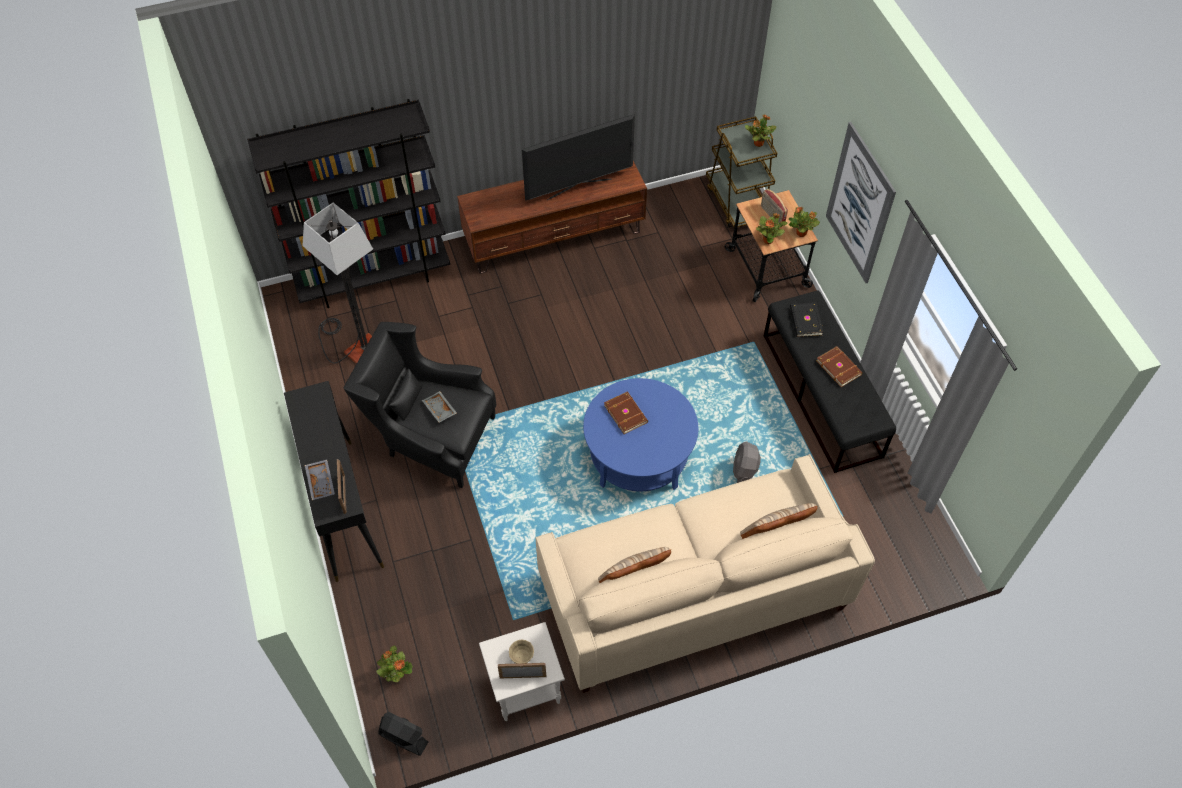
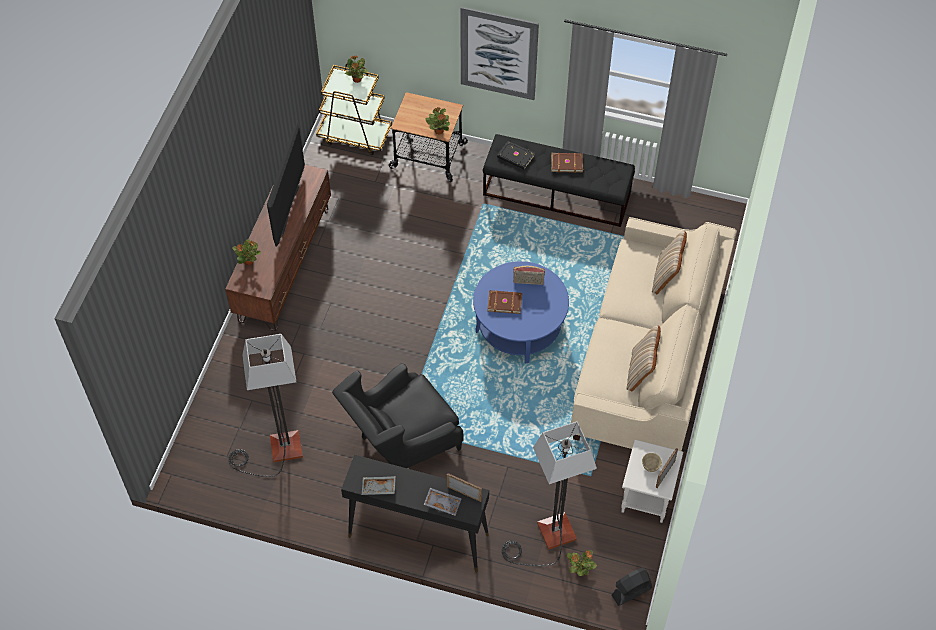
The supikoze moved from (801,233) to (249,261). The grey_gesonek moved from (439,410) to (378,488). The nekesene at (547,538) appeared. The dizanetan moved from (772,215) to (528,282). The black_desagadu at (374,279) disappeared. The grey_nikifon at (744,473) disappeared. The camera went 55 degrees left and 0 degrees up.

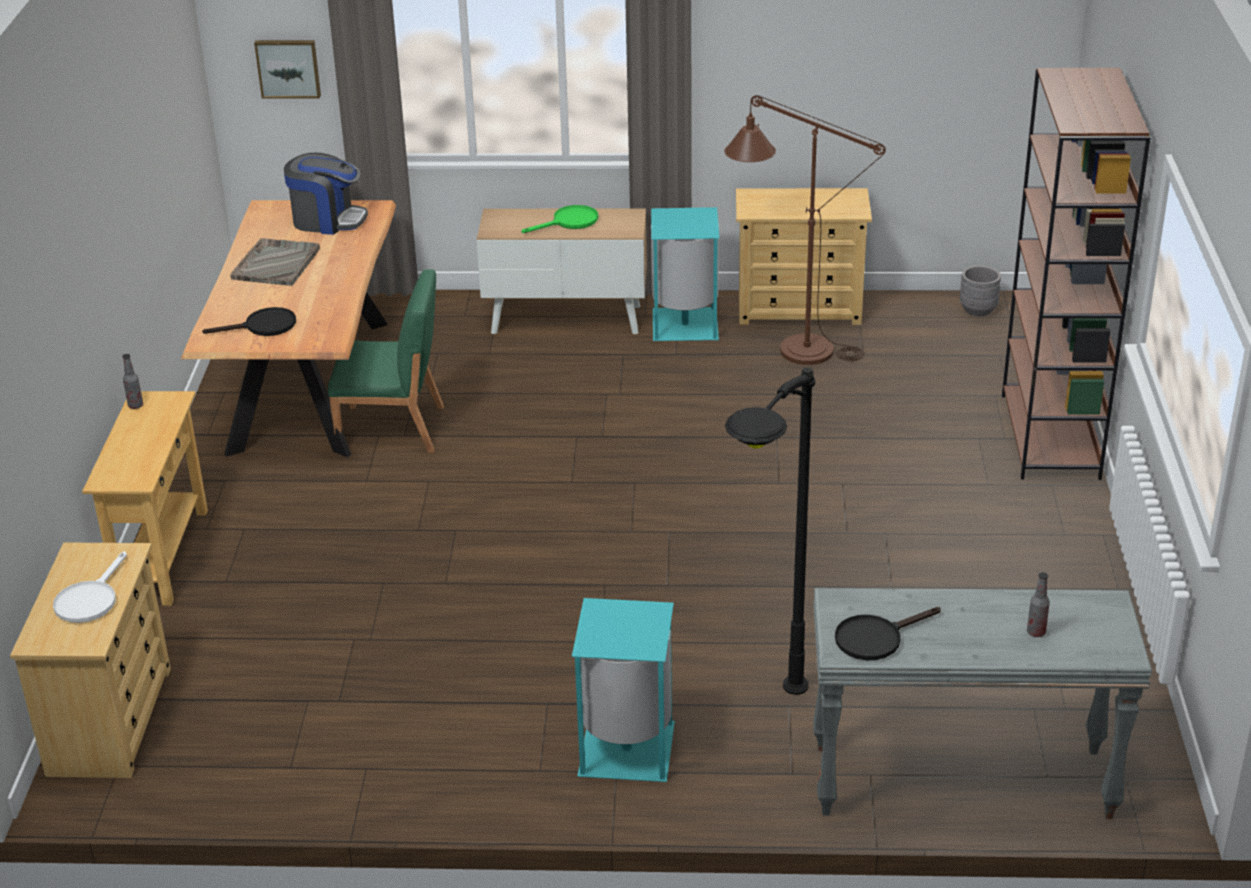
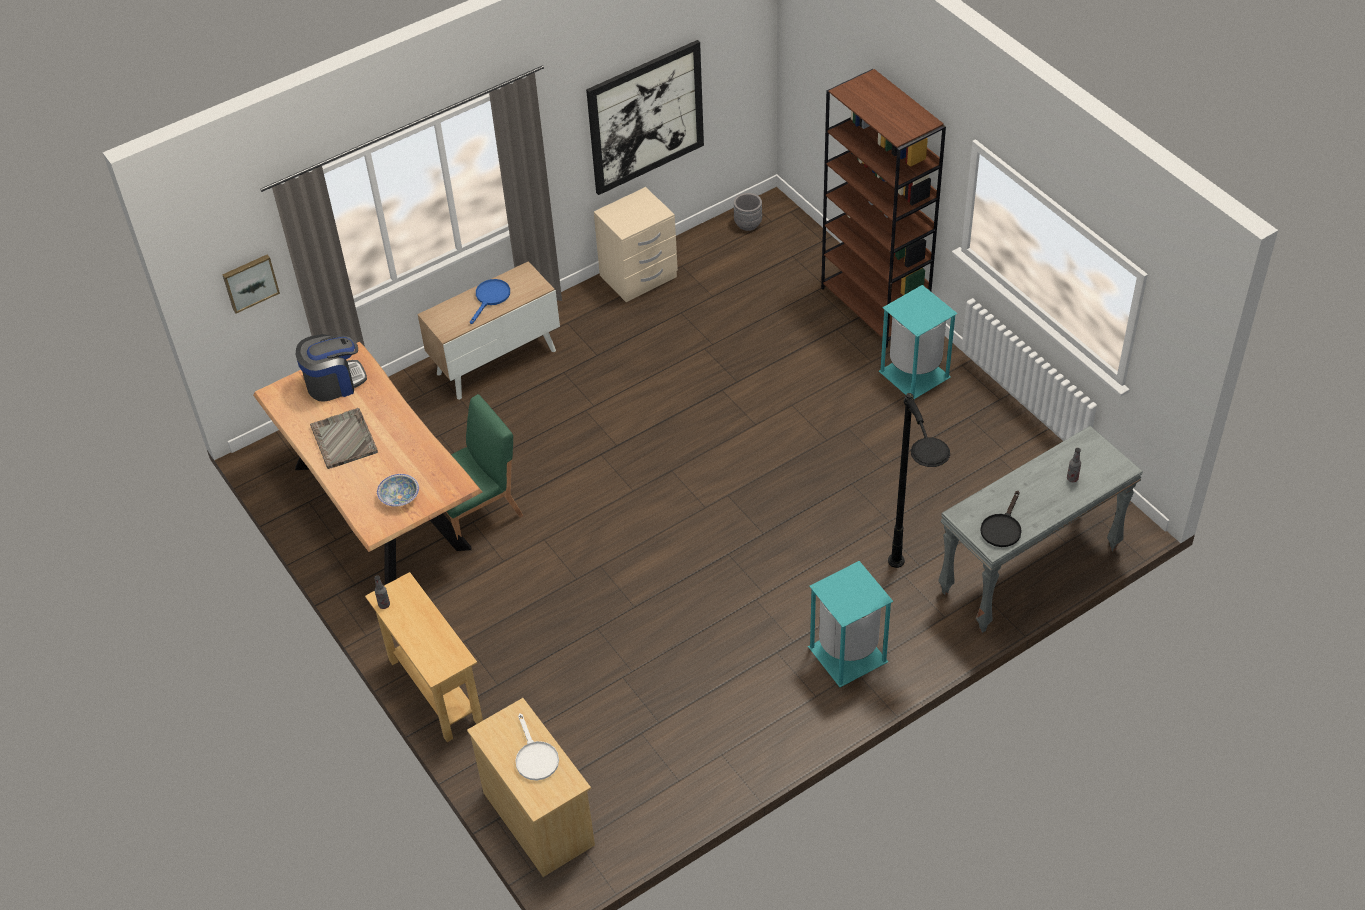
The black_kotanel at (263,326) was replaced by the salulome at (399,497). The green_kotanel at (570,222) became the blue_kotanel at (491,298). The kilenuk at (646,117) appeared. The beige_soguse at (800,309) was replaced by the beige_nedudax at (639,277). The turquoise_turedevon moved from (683,325) to (914,375). The brown_nekesene at (790,349) disappeared. The camera went 35 degrees left and 15 degrees up.

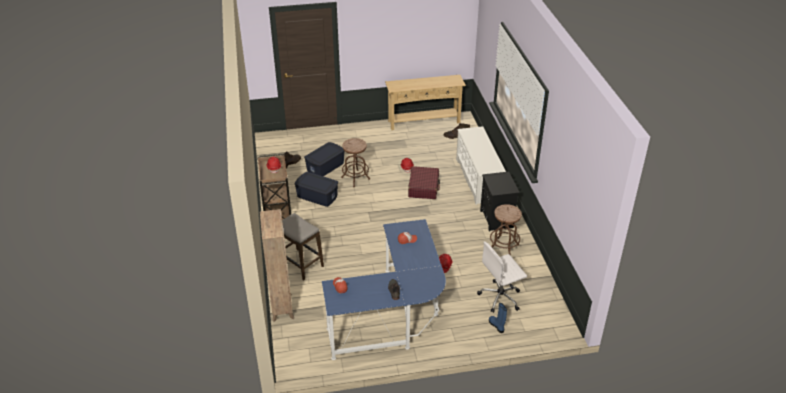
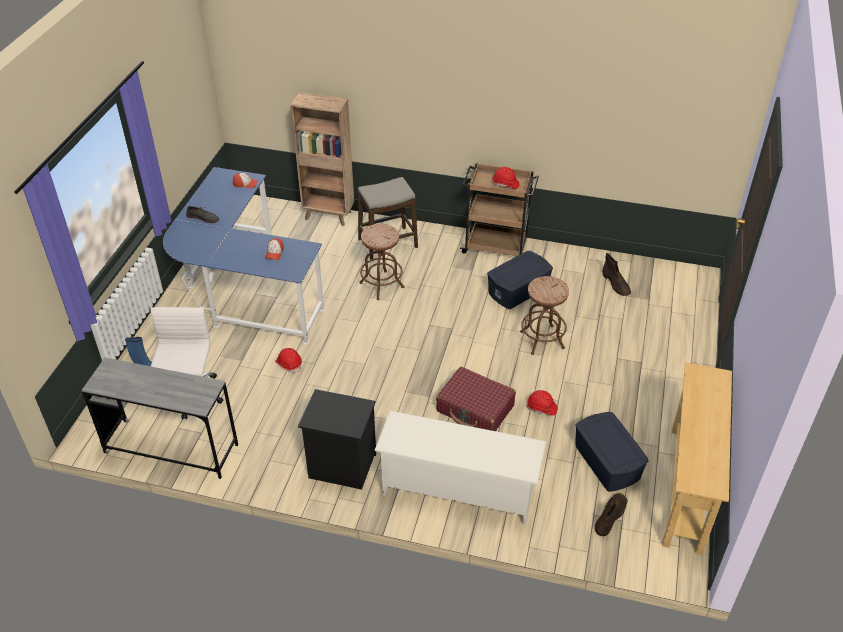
The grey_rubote at (171,449) appeared. The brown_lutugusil moved from (503,248) to (381,285). The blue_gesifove moved from (325,167) to (606,462). The camera went 115 degrees right and 5 degrees up.

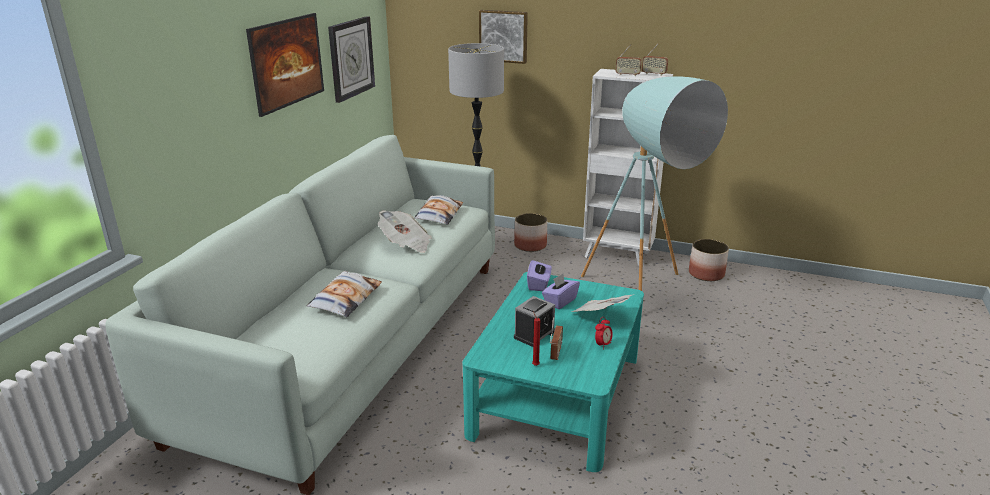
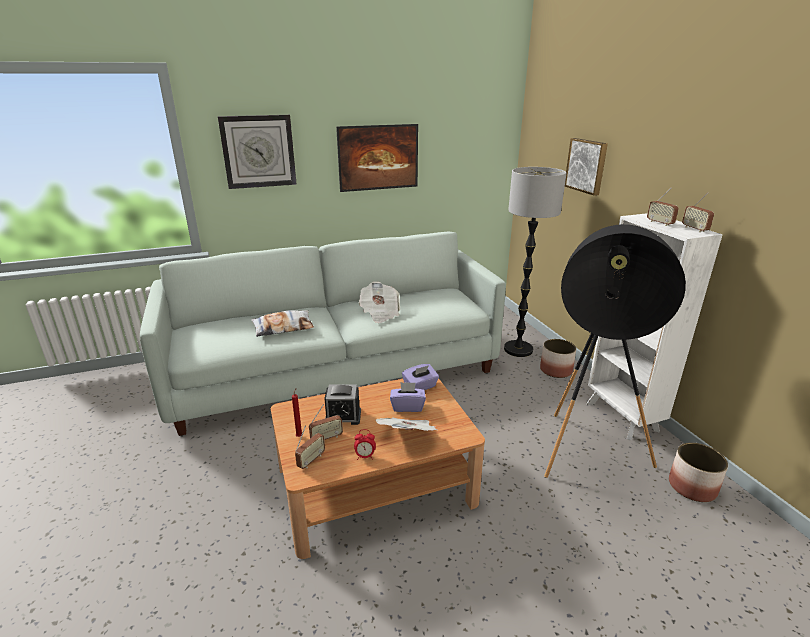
The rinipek moved from (351,58) to (258,151). The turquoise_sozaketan at (556,394) became the brown_sozaketan at (375,484). The dizanetan at (311,460) appeared. The turquoise_nekesene at (644,297) became the black_nekesene at (581,465). The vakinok at (438,215) disappeared. The camera went 50 degrees right and 0 degrees up.

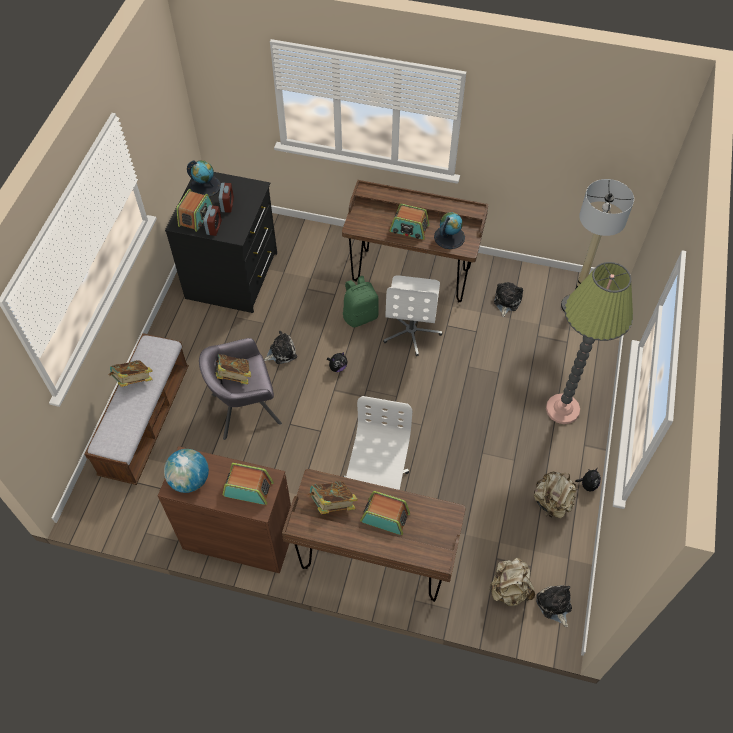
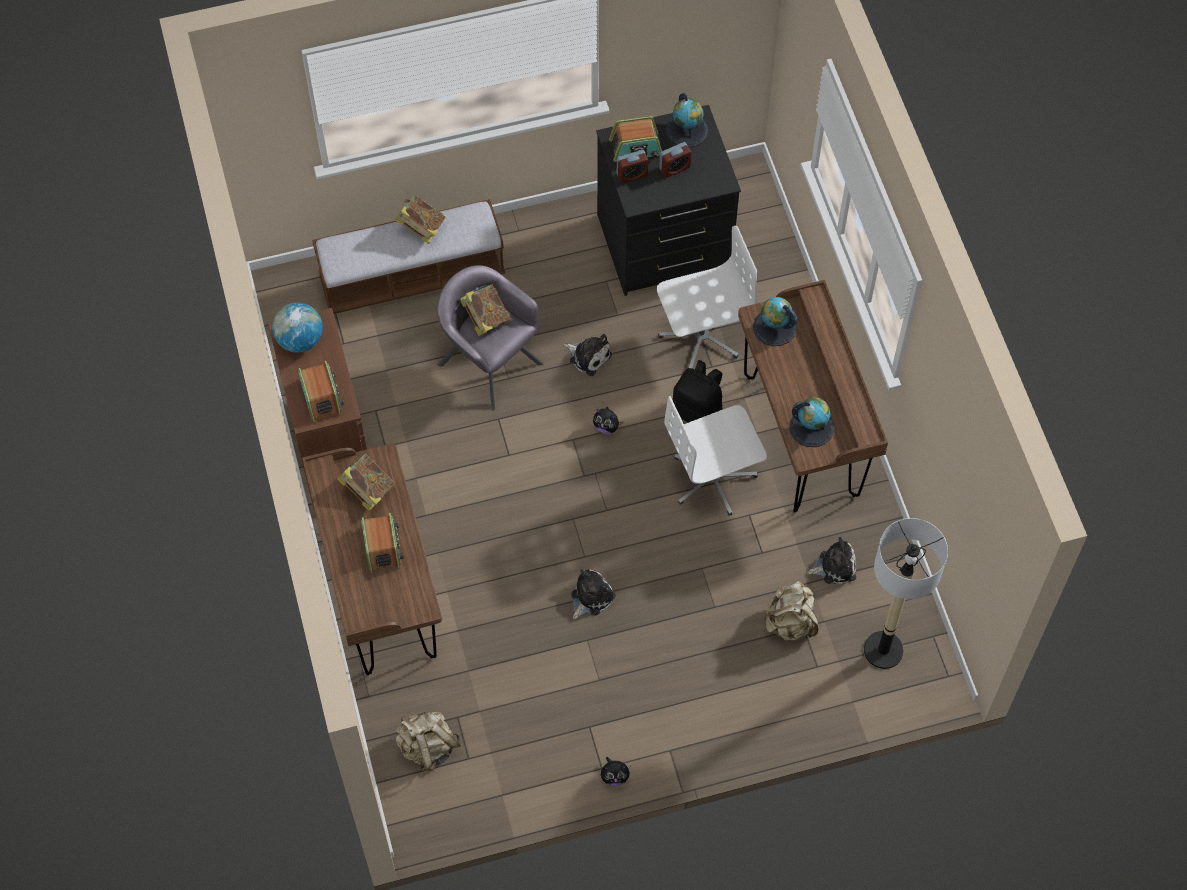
The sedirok moved from (554,605) to (590,597). The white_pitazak moved from (376,485) to (700,336). The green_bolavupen at (360,316) became the black_bolavupen at (698,411). The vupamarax at (774,327) appeared. The beige_bolavupen moved from (552,502) to (790,622). The dizanetan at (409,229) disappeared. The nekesene at (562,409) disappeared. The camera went 60 degrees right and 5 degrees up.

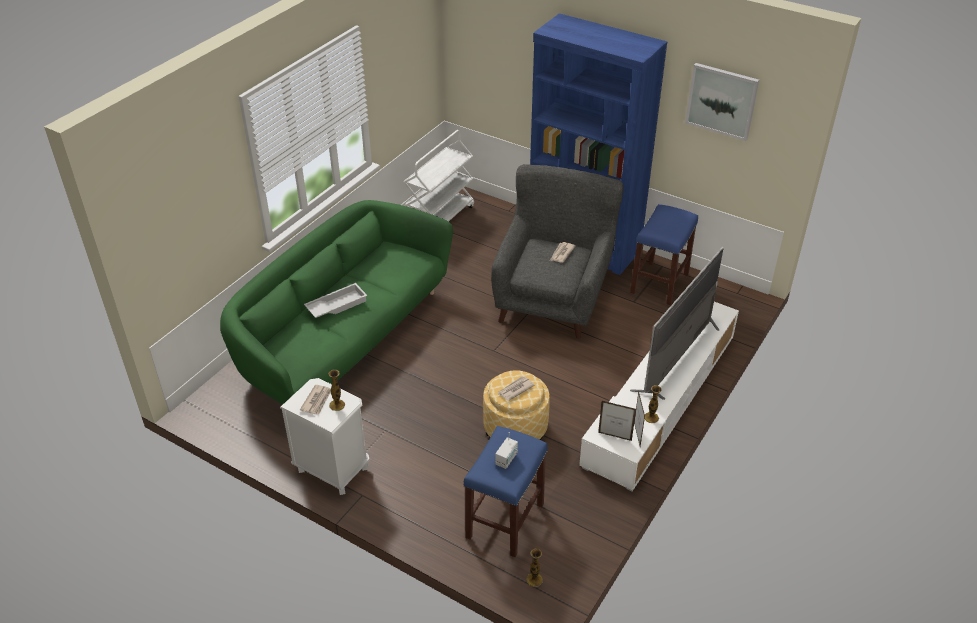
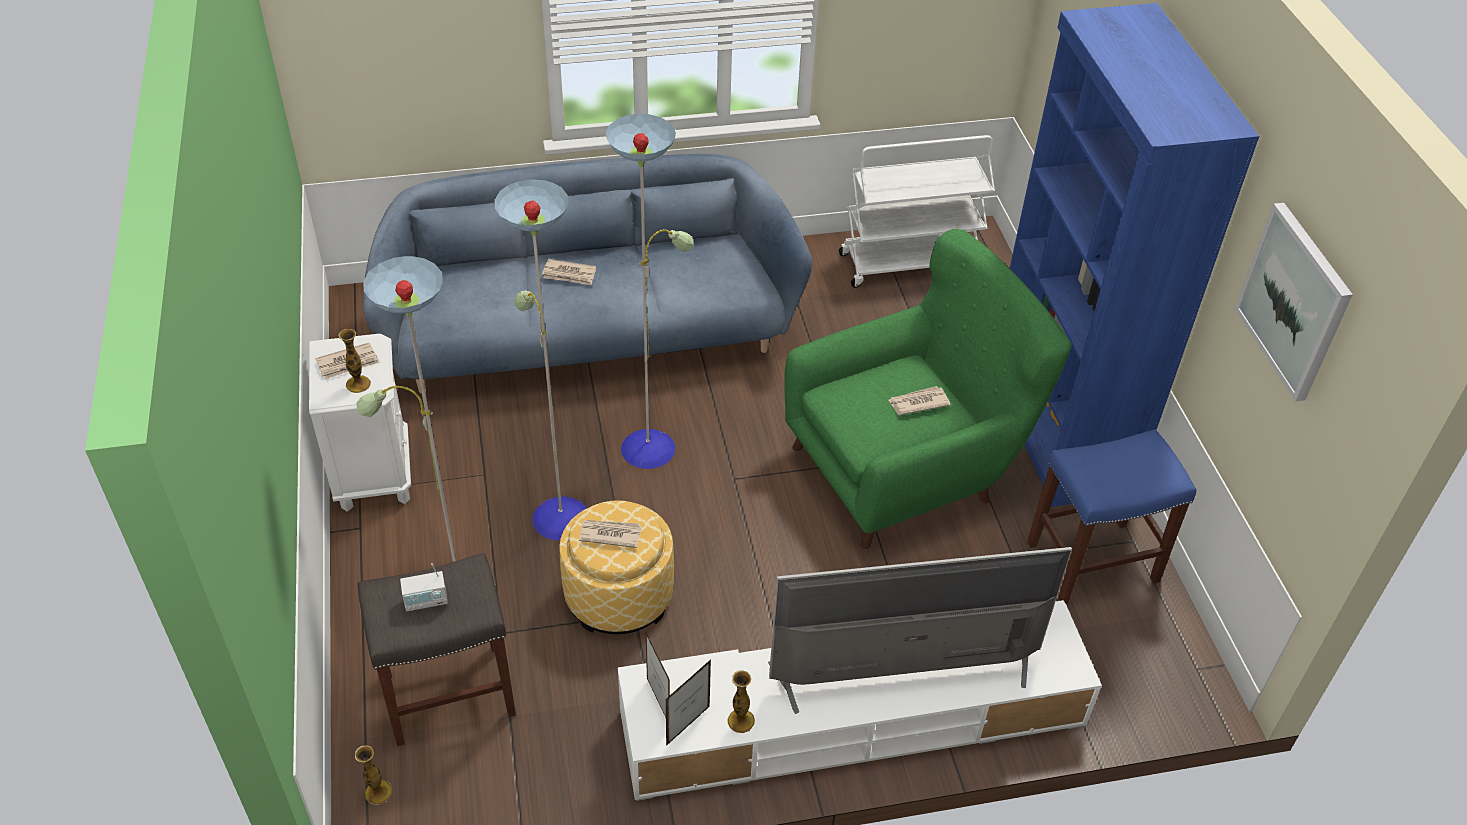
The nekesene at (558,515) appeared. The blue_lutugusil at (505,520) became the grey_lutugusil at (450,692). The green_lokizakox at (342,339) became the blue_lokizakox at (589,333). The white_gesonek at (336,305) was replaced by the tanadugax at (569,274). The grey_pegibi at (552,299) became the green_pegibi at (904,470). The camera went 45 degrees right and 5 degrees up.

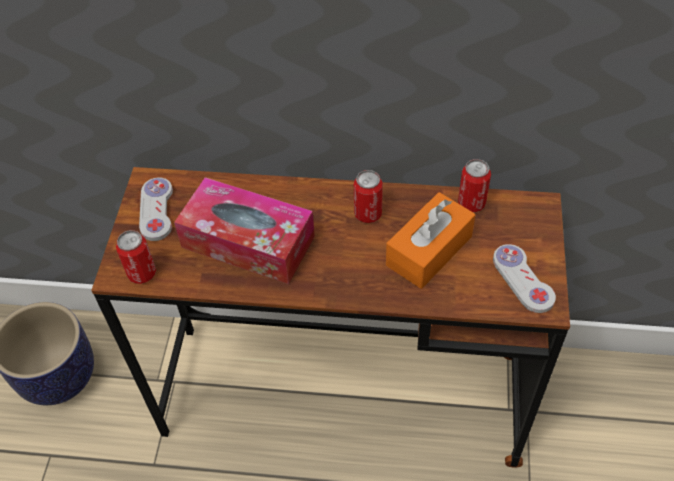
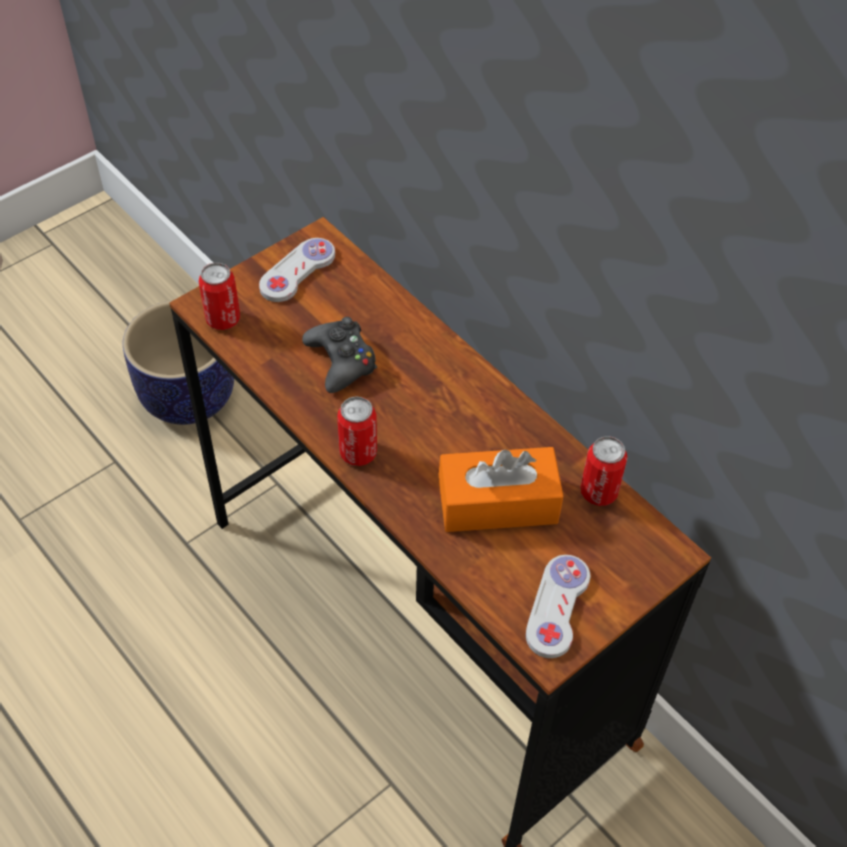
The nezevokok at (248,242) was replaced by the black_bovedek at (341,361). The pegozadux moved from (368,214) to (358,453). The camera went 40 degrees right and 0 degrees up.

